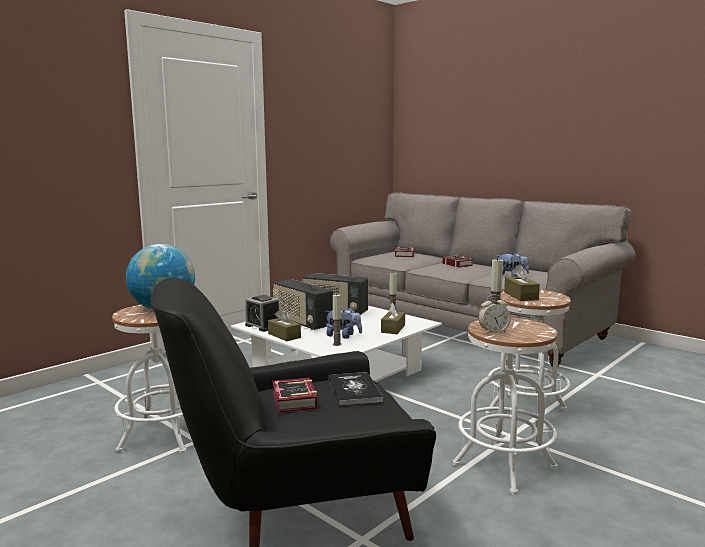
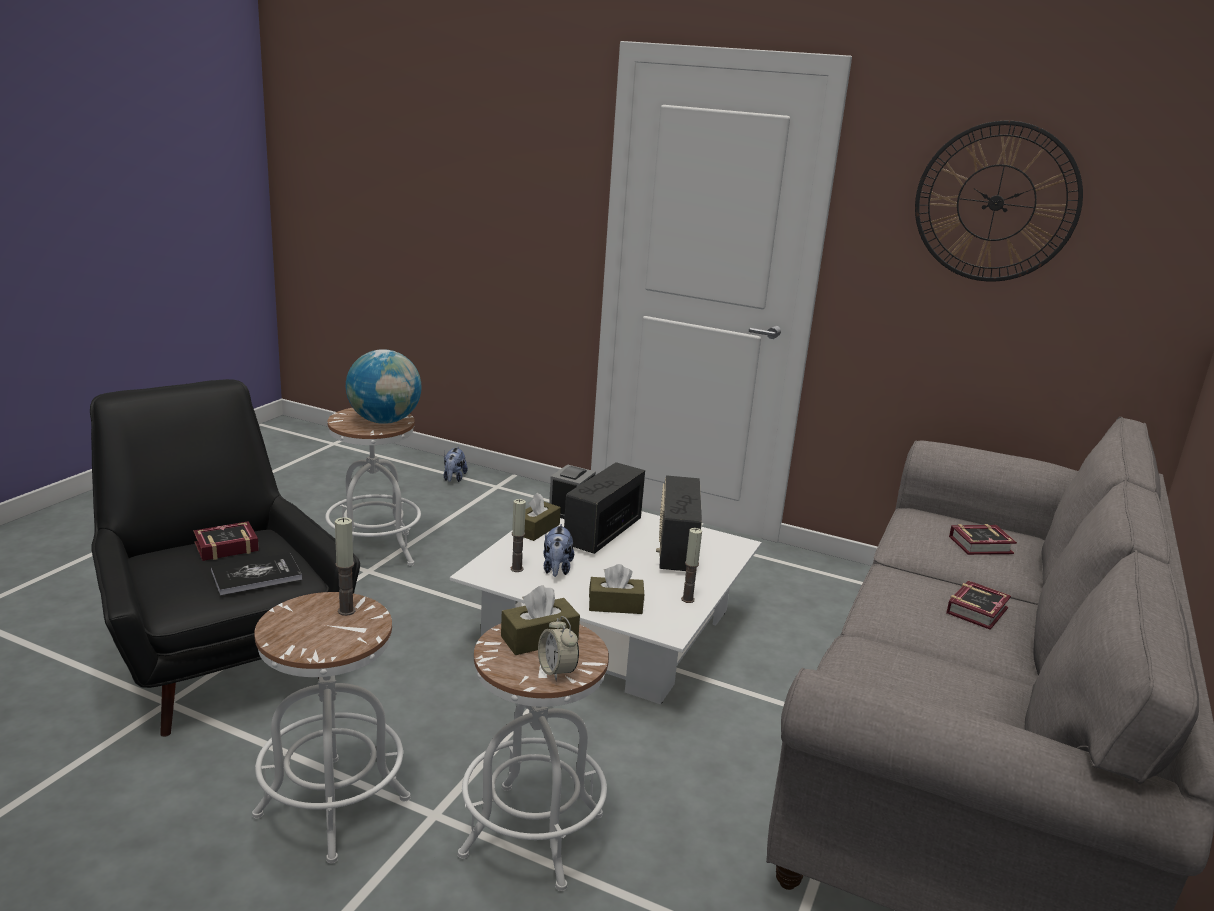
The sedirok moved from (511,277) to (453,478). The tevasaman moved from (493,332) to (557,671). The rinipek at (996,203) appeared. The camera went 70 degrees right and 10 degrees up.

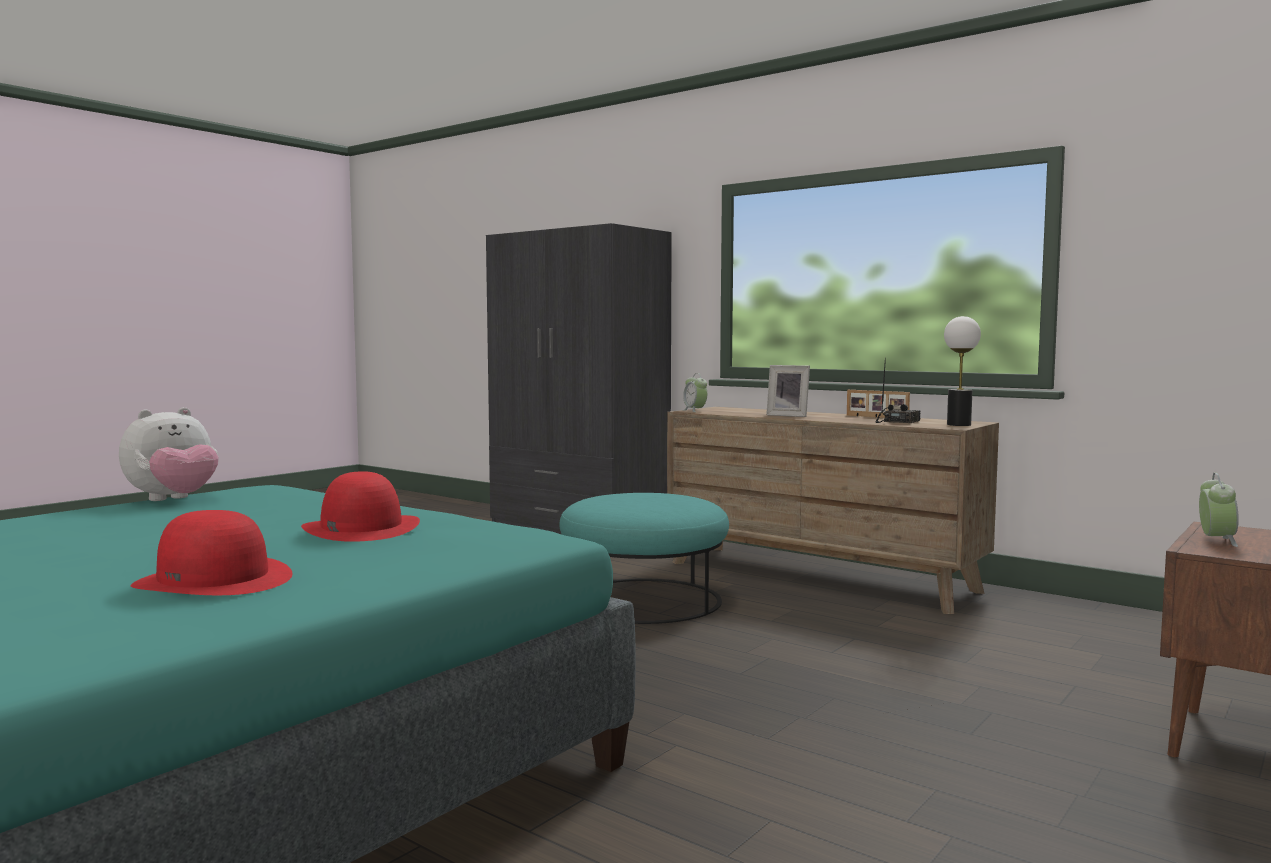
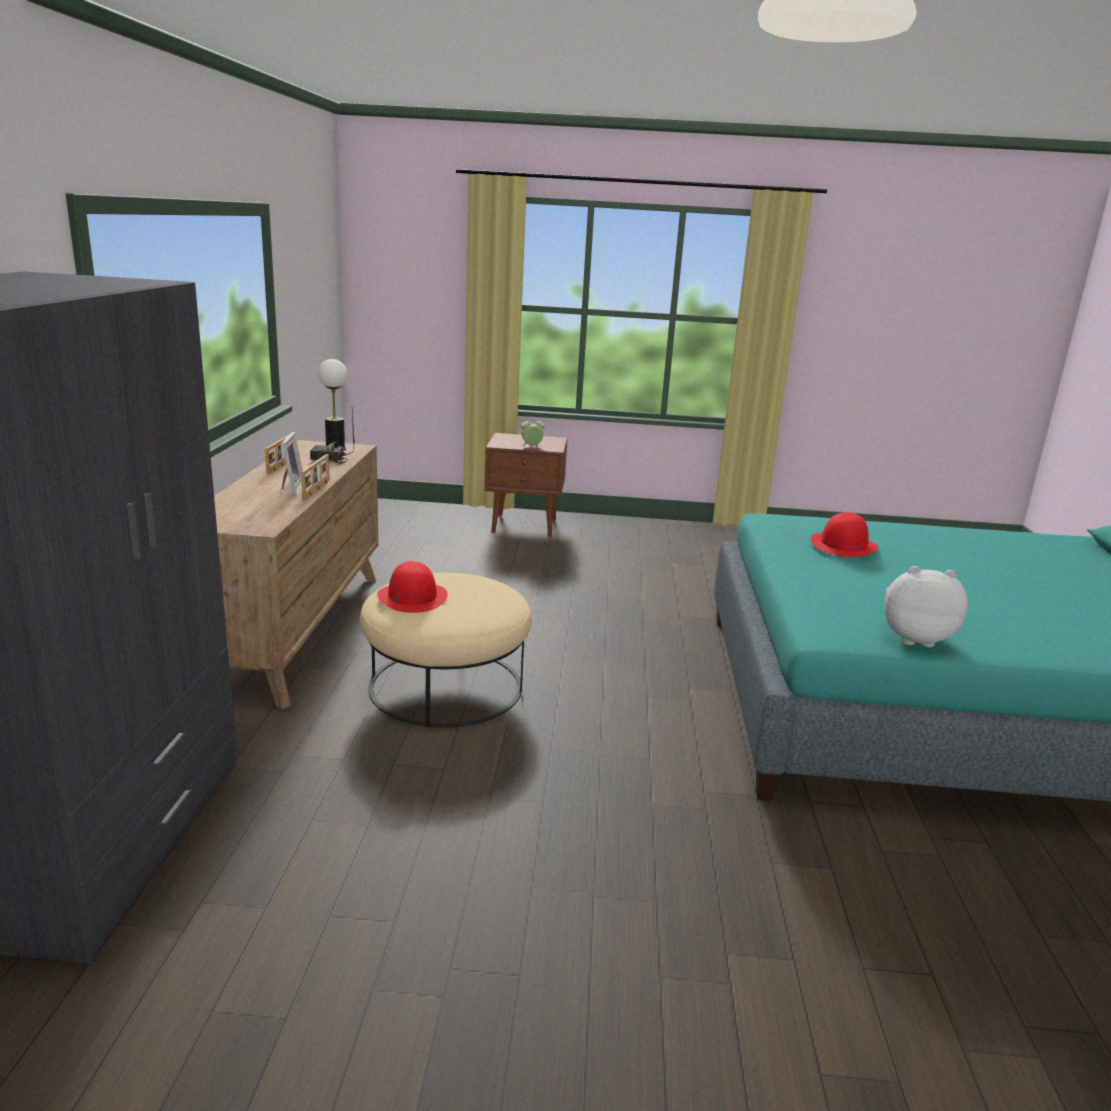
The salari at (317,489) appeared. The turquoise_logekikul at (644,600) became the beige_logekikul at (445,686). The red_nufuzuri moved from (214,580) to (412,597). The tevasaman at (695,411) disappeared. The camera went 125 degrees left and 15 degrees up.

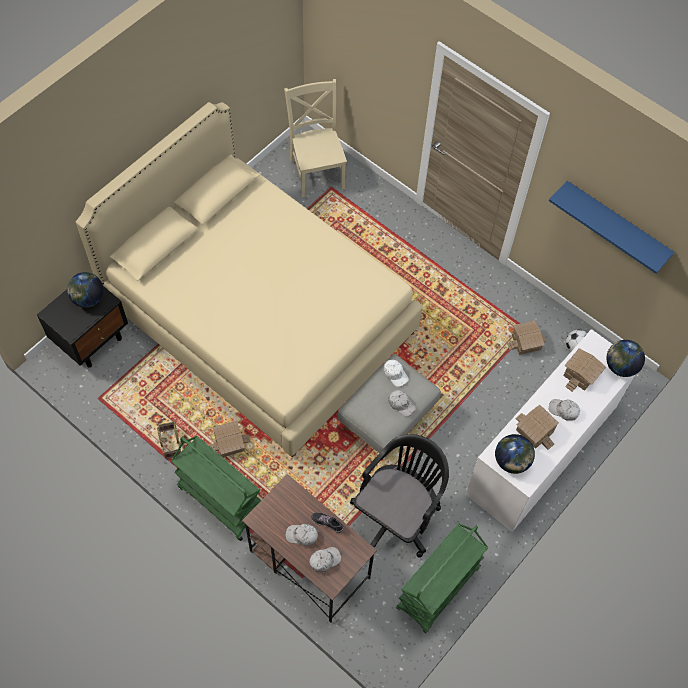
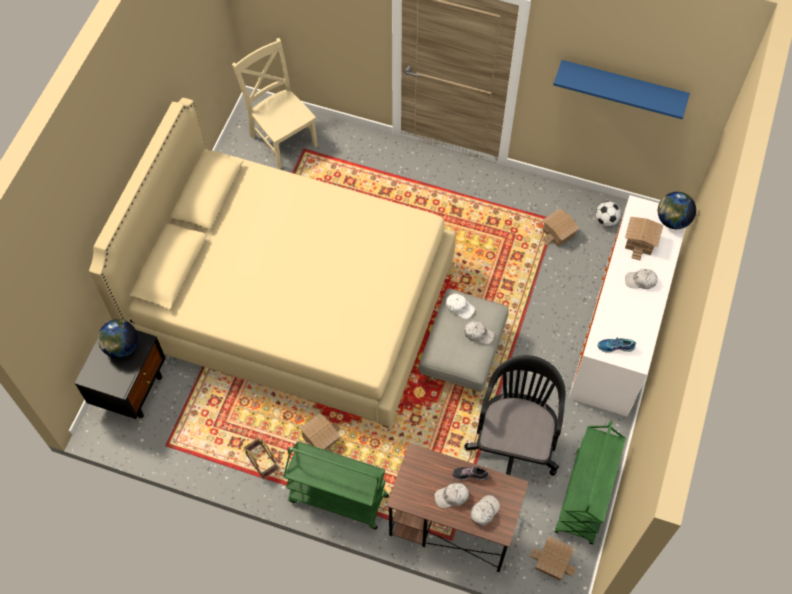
The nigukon moved from (534,431) to (552,563). The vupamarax at (511,461) was replaced by the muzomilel at (615,347). The camera went 20 degrees left and 0 degrees up.

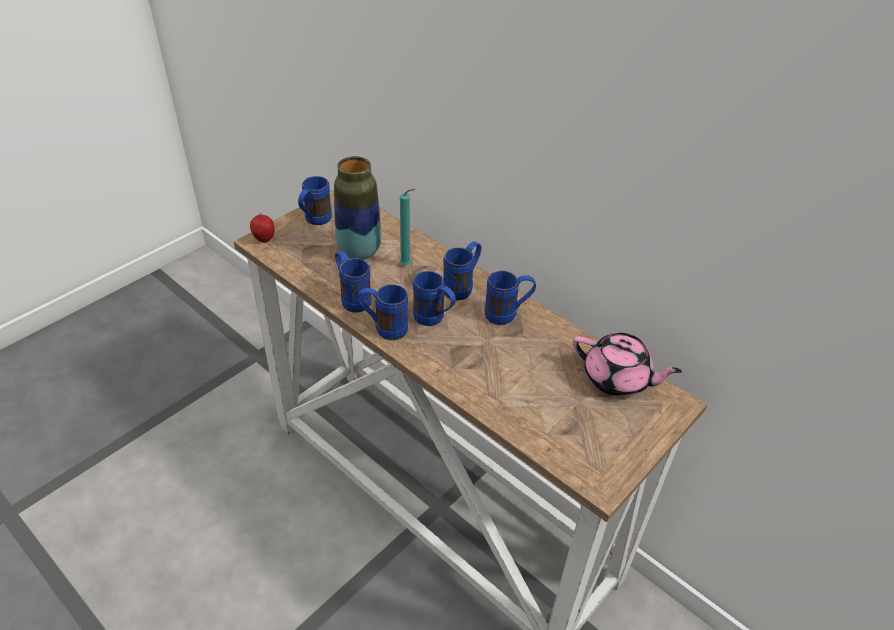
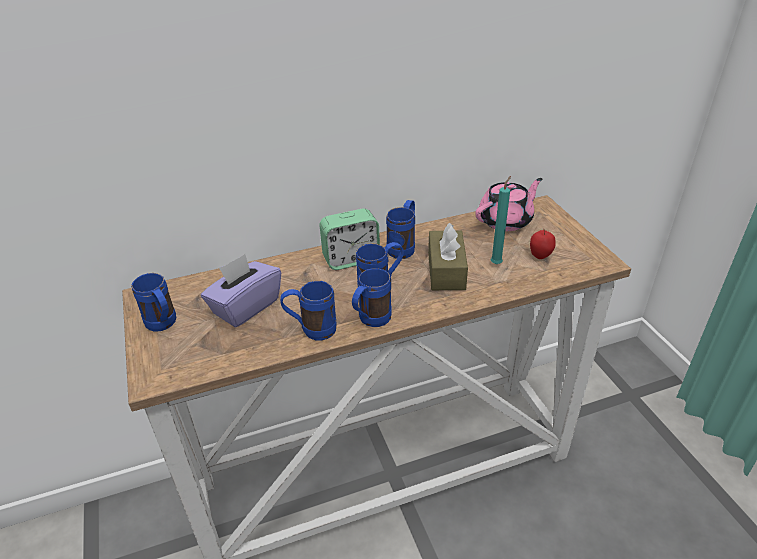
The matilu at (359,252) was replaced by the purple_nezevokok at (245,307). The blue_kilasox at (462,287) was replaced by the tevasaman at (351,259). The brown_nezevokok at (446,270) appeared. The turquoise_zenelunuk moved from (407,265) to (497,263). The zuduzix moved from (264,240) to (540,256). The camera went 60 degrees left and 5 degrees down.

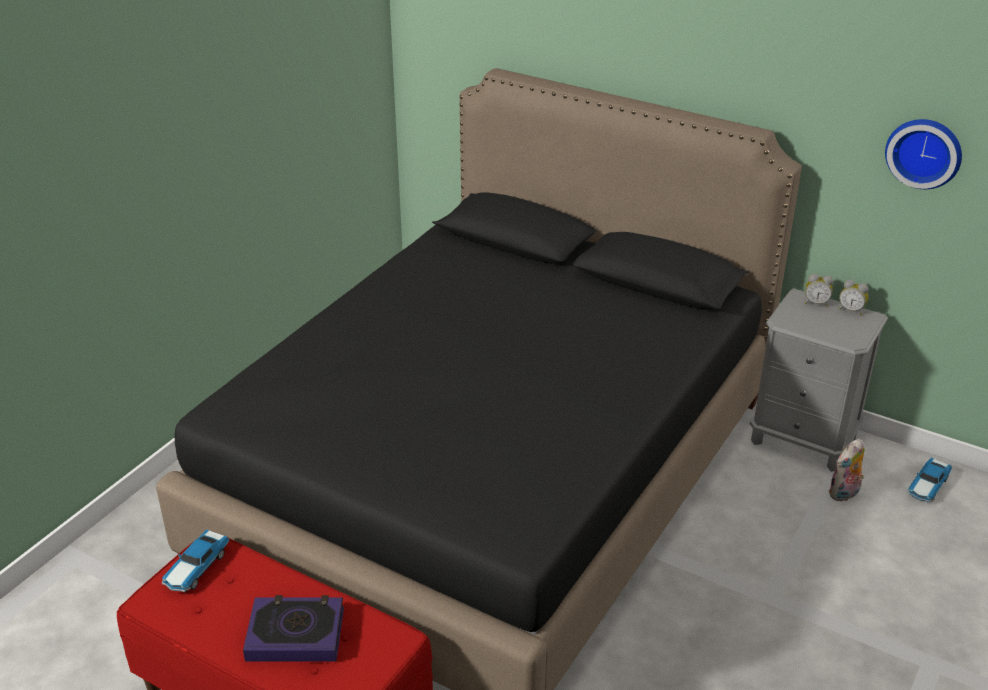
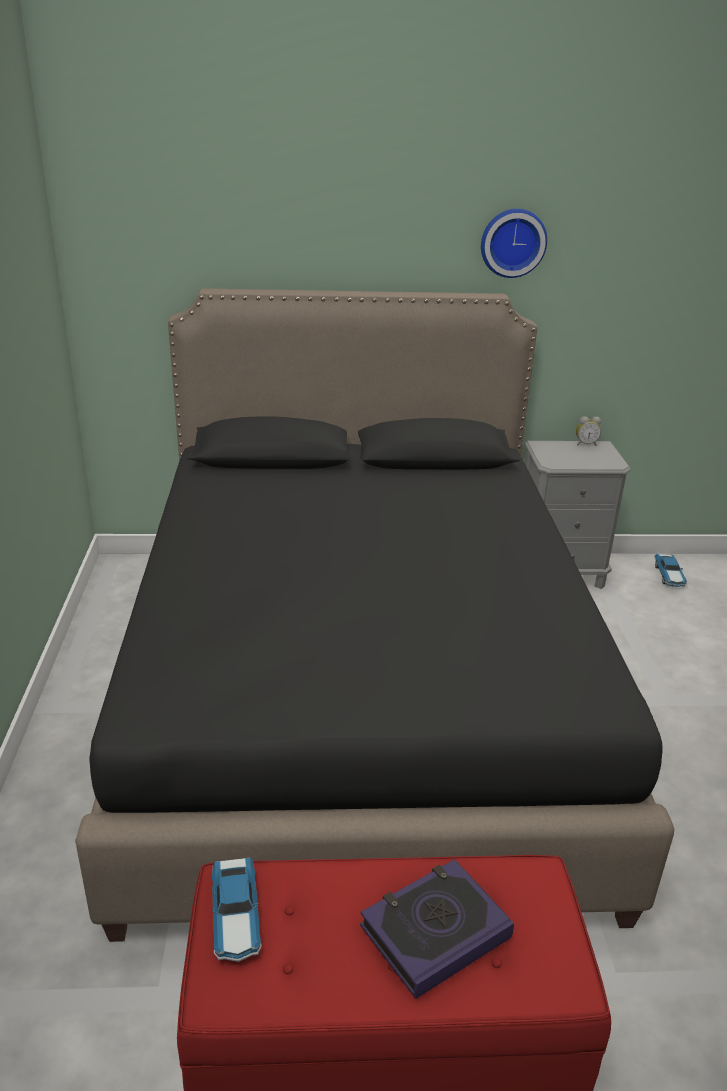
The rinipek moved from (924,152) to (512,242). The tevasaman at (816,303) disappeared. The sedirok at (844,494) disappeared. The camera went 35 degrees left and 5 degrees down.

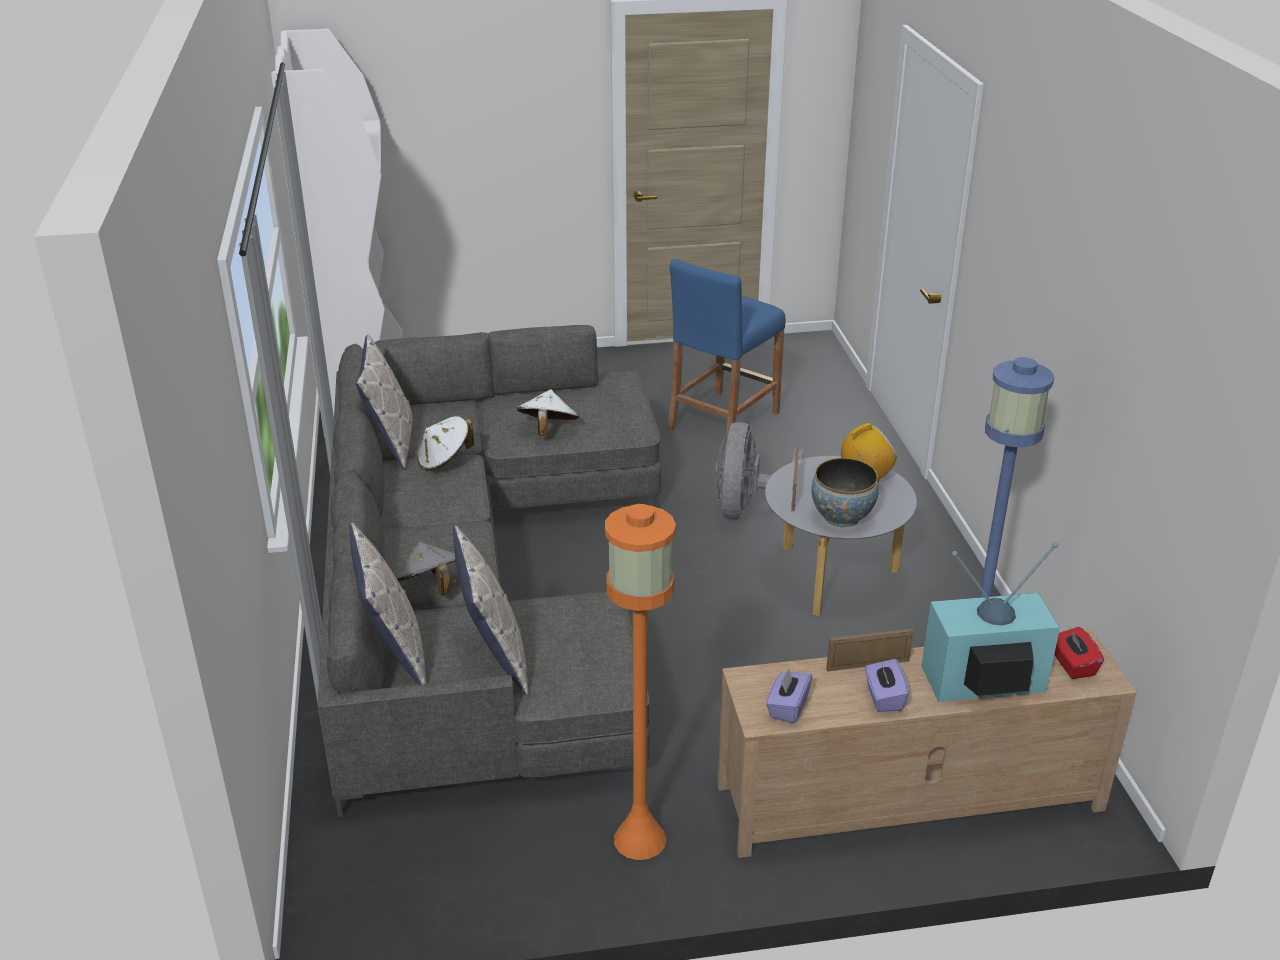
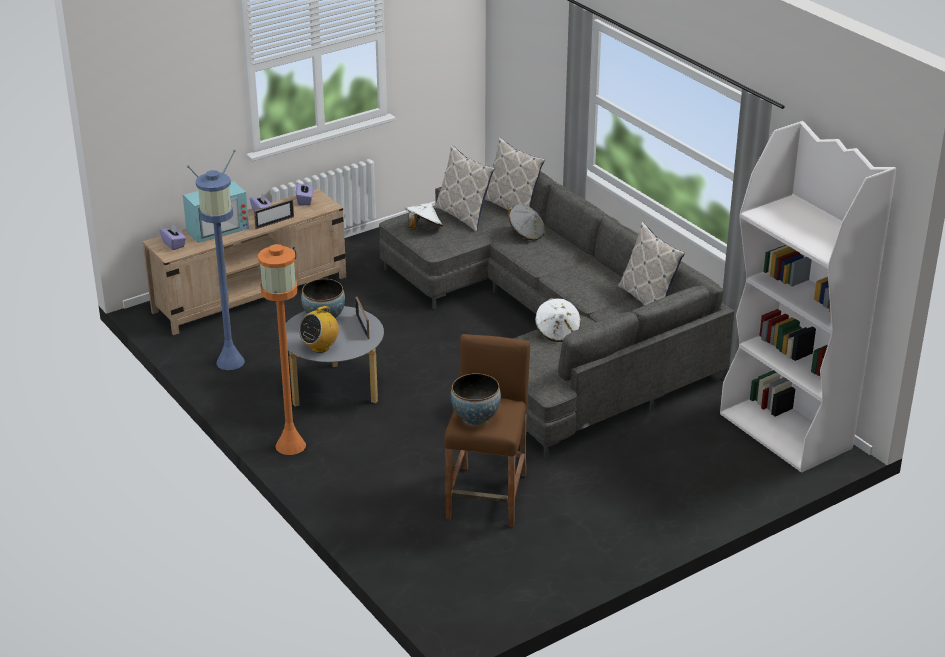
The red_nezevokok at (1072,665) became the purple_nezevokok at (174,244). The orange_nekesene moved from (639,839) to (291,445). The white_nufuzuri moved from (444,460) to (423,229). The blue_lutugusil at (723,420) became the brown_lutugusil at (487,496). The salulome at (475,418) appeared. The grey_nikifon at (747,510) disappeared. The camera went 155 degrees right and 0 degrees up.

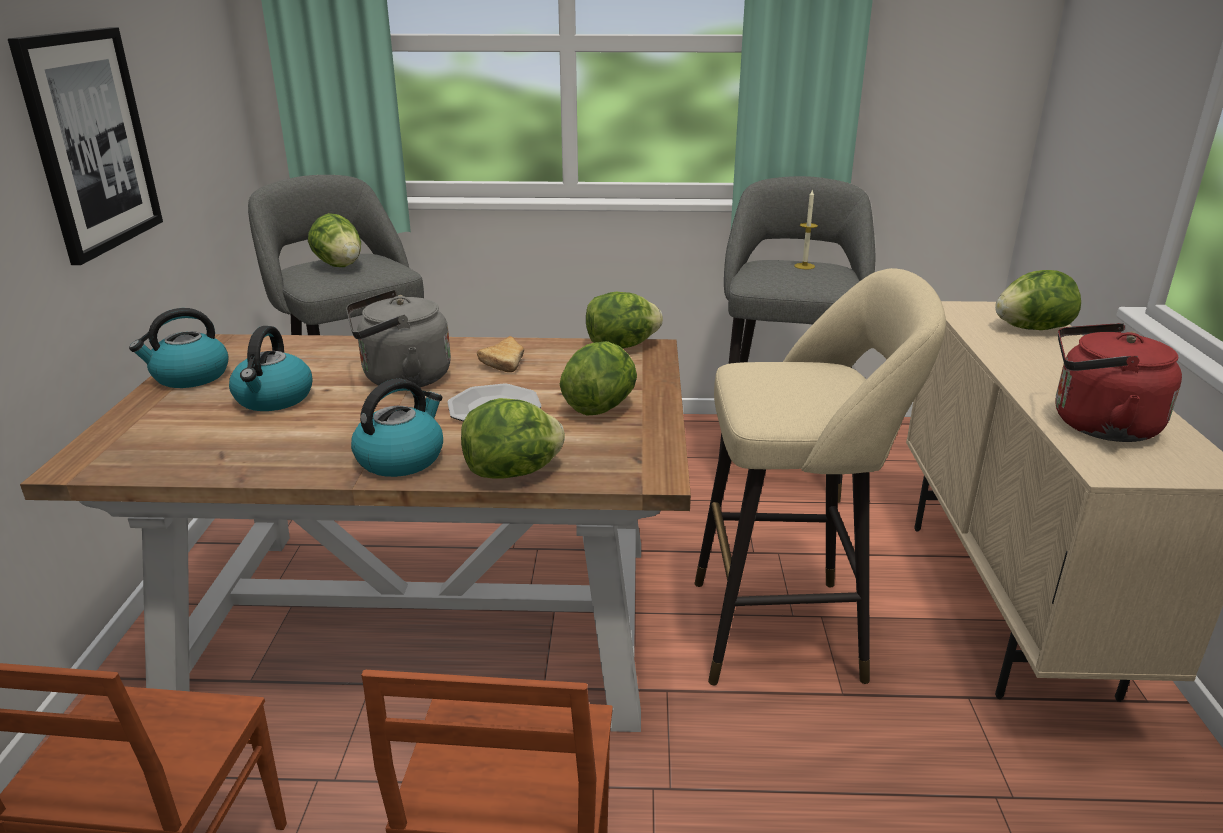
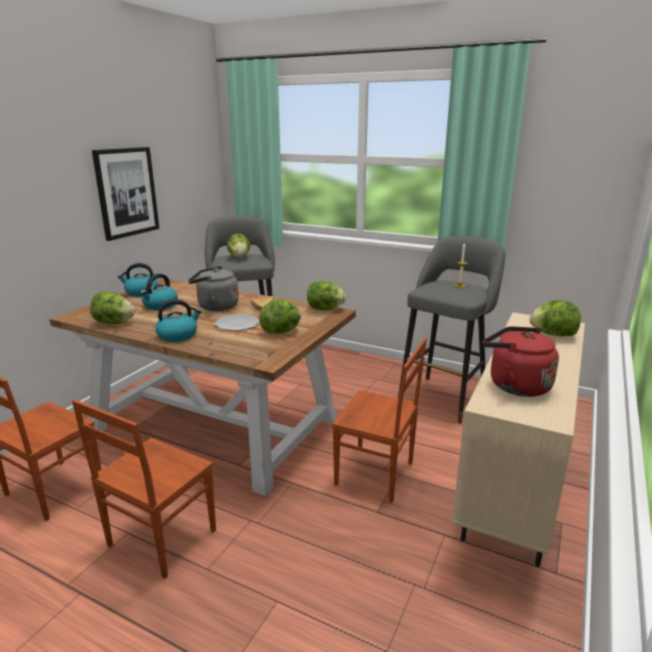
The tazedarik moved from (514,472) to (114,323). The beige_lutugusil at (788,629) was replaced by the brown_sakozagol at (375,474). The camera went 25 degrees right and 5 degrees down.

